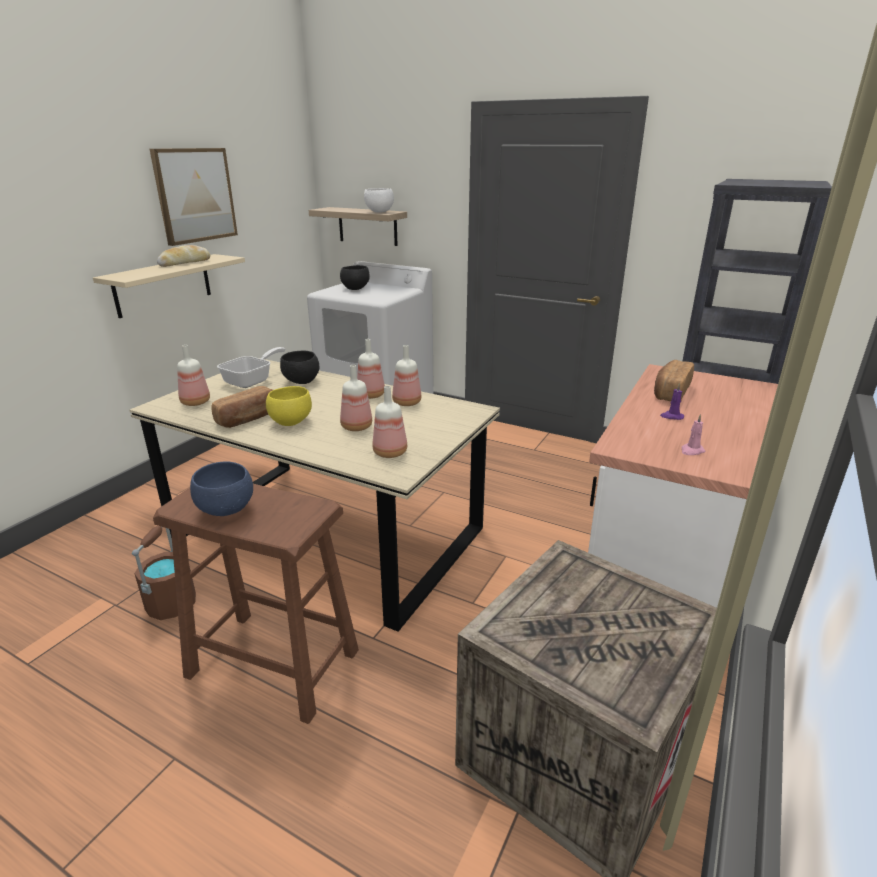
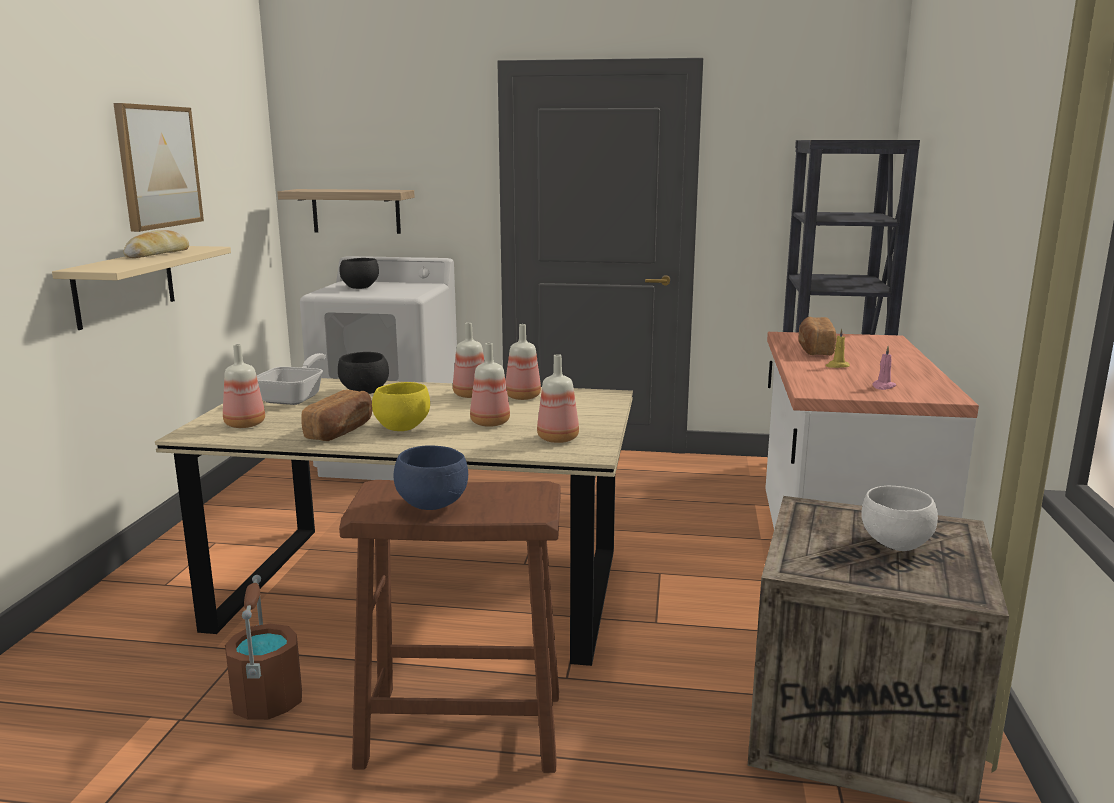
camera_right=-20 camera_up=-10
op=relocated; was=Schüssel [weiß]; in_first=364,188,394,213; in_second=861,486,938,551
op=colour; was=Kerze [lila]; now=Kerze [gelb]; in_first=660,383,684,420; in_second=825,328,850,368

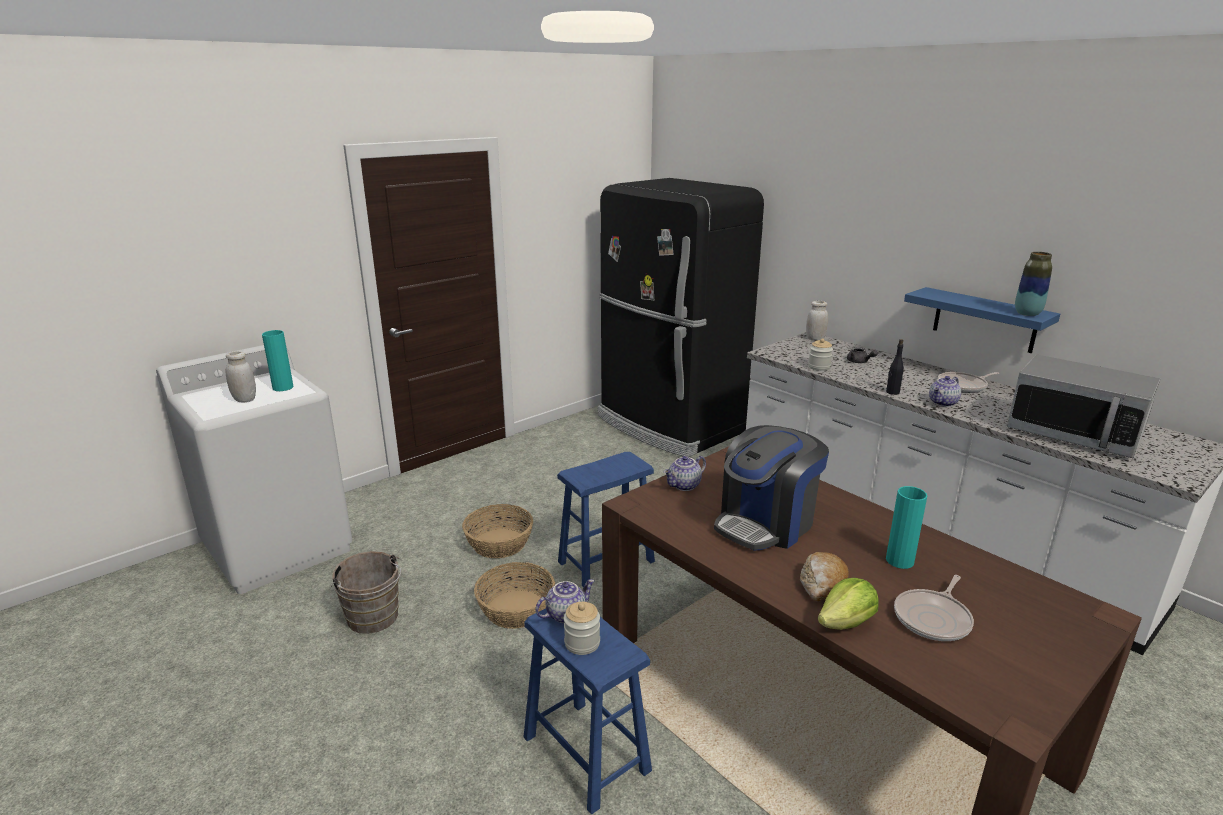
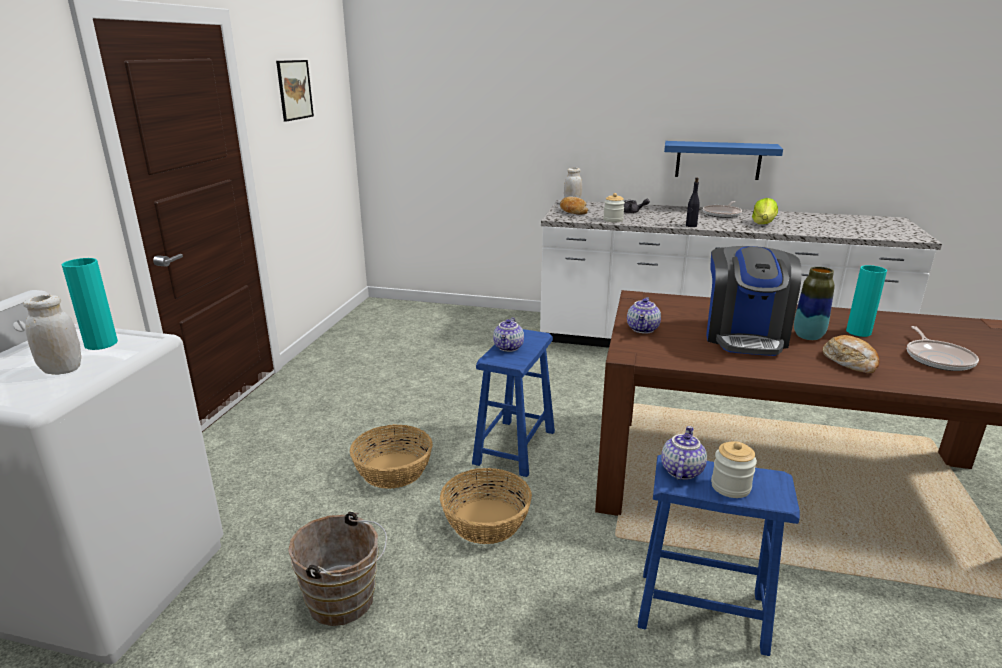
camera_right=-35 camera_up=0
op=missing; was=Kühlschrank [schwarz]; in_first=598,178,764,457
op=relocated; was=Salatkopf; in_first=818,578,879,630; in_second=752,198,778,224
op=relocated; was=Teekanne; in_first=929,376,961,407; in_second=493,317,524,352
op=missing; was=Mikrowelle; in_first=1007,354,1160,458
op=relocated; was=Vase; in_first=1015,252,1052,316; in_second=794,267,835,340
op=appeared; now=Bild; in_second=276,60,314,122
op=appeared; now=Brot; in_second=560,196,588,215

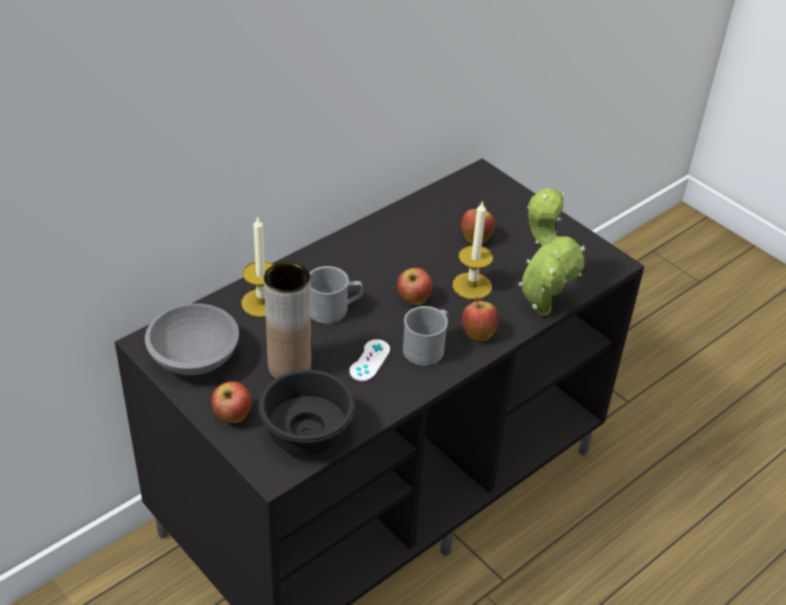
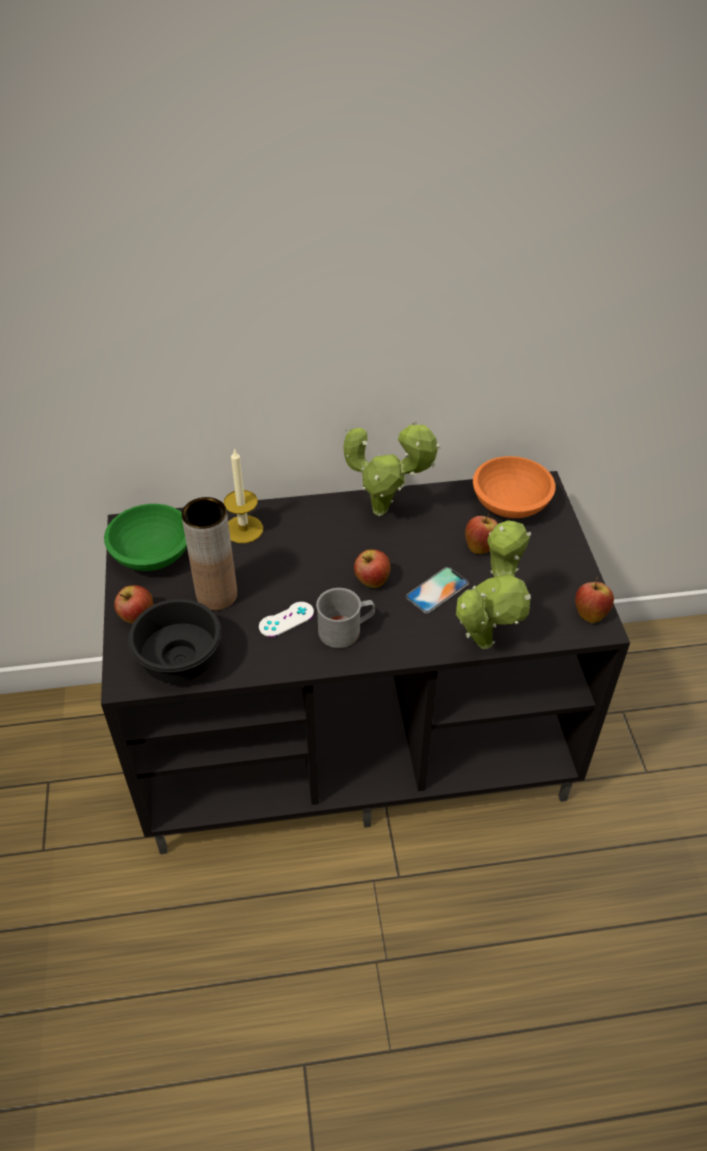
camera_right=35 camera_up=5
op=colour; was=Schüssel [grau]; now=Schüssel [grün]; in_first=145,303,239,375; in_second=104,504,187,571
op=missing; was=Henkelbecher [grau]; in_first=310,266,363,324
op=exchanged; was=Kerze; now=Handy; in_first=453,200,493,300; in_second=406,567,469,614
op=relocated; was=Apfel; in_first=462,297,499,341; in_second=575,577,614,623
op=appeared; now=Topfpflanze; in_second=343,421,441,516
op=appeared; now=Schüssel [orange]; in_second=473,456,555,518

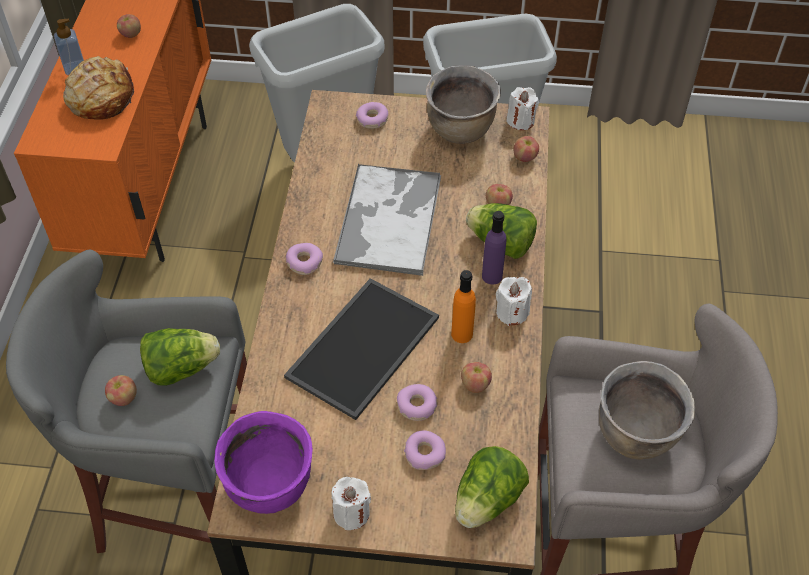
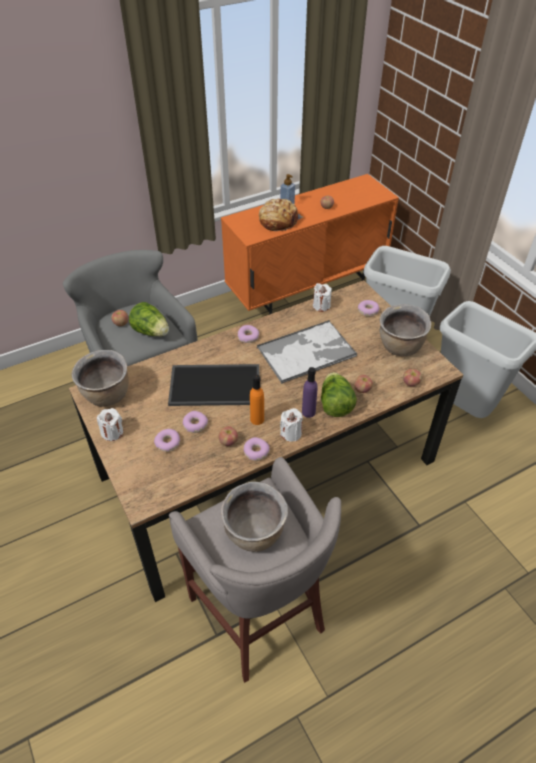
camera_right=55 camera_up=-5
op=colour; was=Kochtopf [lila]; now=Kochtopf [braun]; in_first=214,411,313,514; in_second=72,350,129,407
op=missing; was=Salatkopf; in_first=455,446,529,528
op=relocated; was=Kerze [weiß]; in_first=506,87,539,130; in_second=313,283,332,312
op=appeared; now=Donut; in_second=244,437,270,461

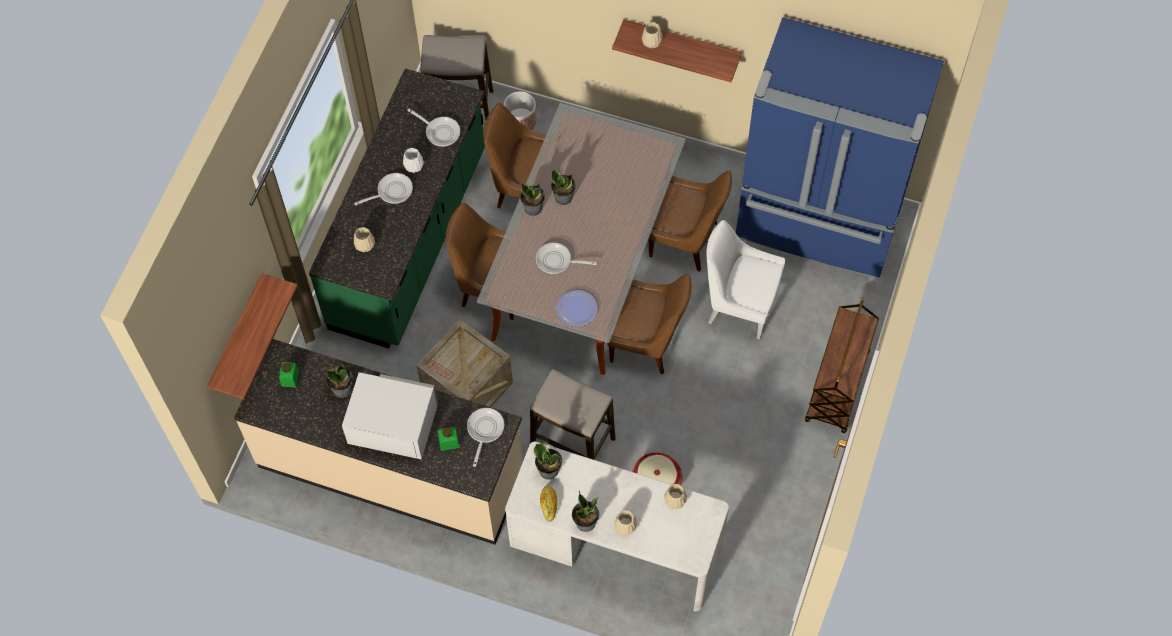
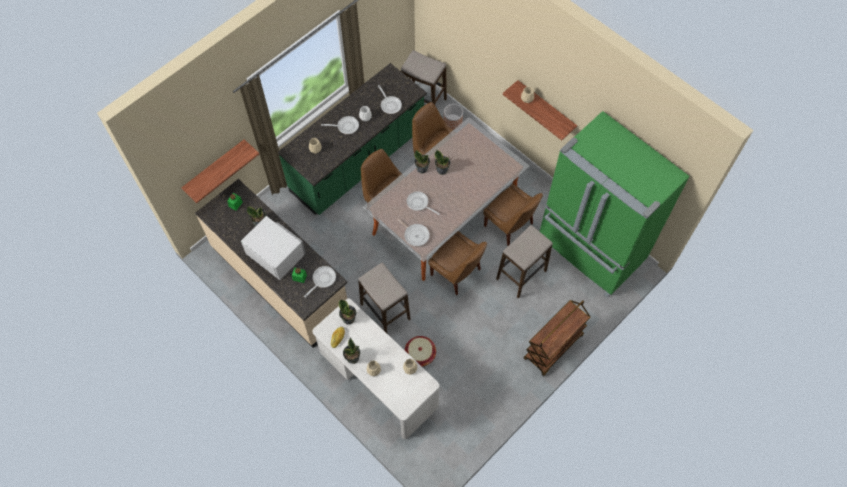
camera_right=25 camera_up=0
op=missing; was=Kiste; in_first=416,319,513,407
op=exchanged; was=Teller; now=Pfanne; in_first=556,290,598,327; in_second=397,219,430,246
op=exchanged; was=Stuhl [weiß]; now=Hocker; in_first=706,220,785,339; in_second=496,225,553,298
op=colour; was=Kühlschrank [blau]; now=Kühlschrank [grün]; in_first=736,17,944,284; in_second=540,111,690,298

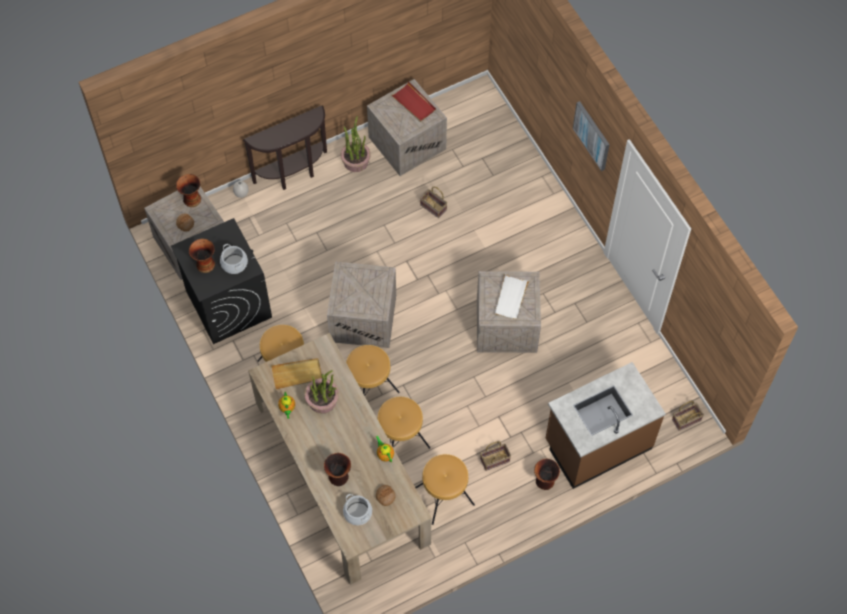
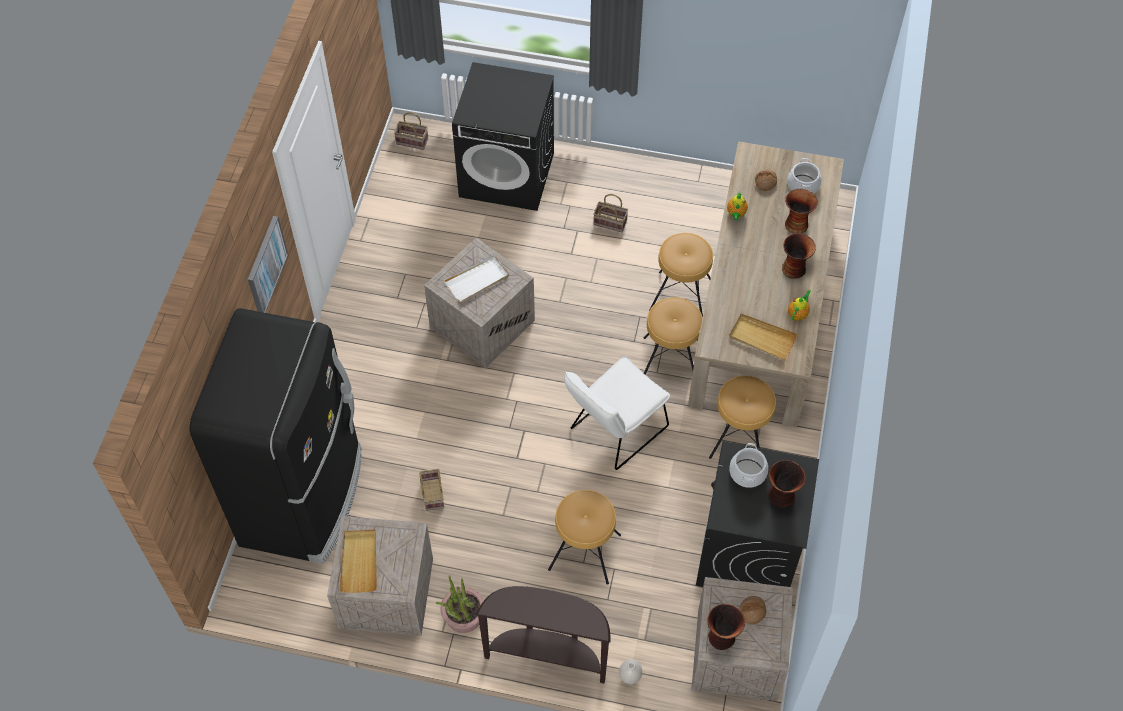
camera_right=-140 camera_up=-5
op=missing; was=Topfpflanze; in_first=304,370,339,413
op=exchanged; was=Kiste; now=Stuhl [weiß]; in_first=327,262,396,348; in_second=564,357,670,470
op=colour; was=Tablett [rot]; now=Tablett [beige]; in_first=391,81,436,122; in_second=339,530,377,593
op=relocated; was=Hocker [braun]; in_first=415,454,475,525; in_second=548,490,621,585
op=relocated; was=Vase; in_first=534,459,560,490; in_second=782,233,816,279
op=exchanged; was=Küchenzeile [braun]; now=Waschmaschine [schwarz]; in_first=546,362,666,489; in_second=452,62,554,211
op=appeared; now=Kühlschrank [schwarz]; in_second=190,308,362,564

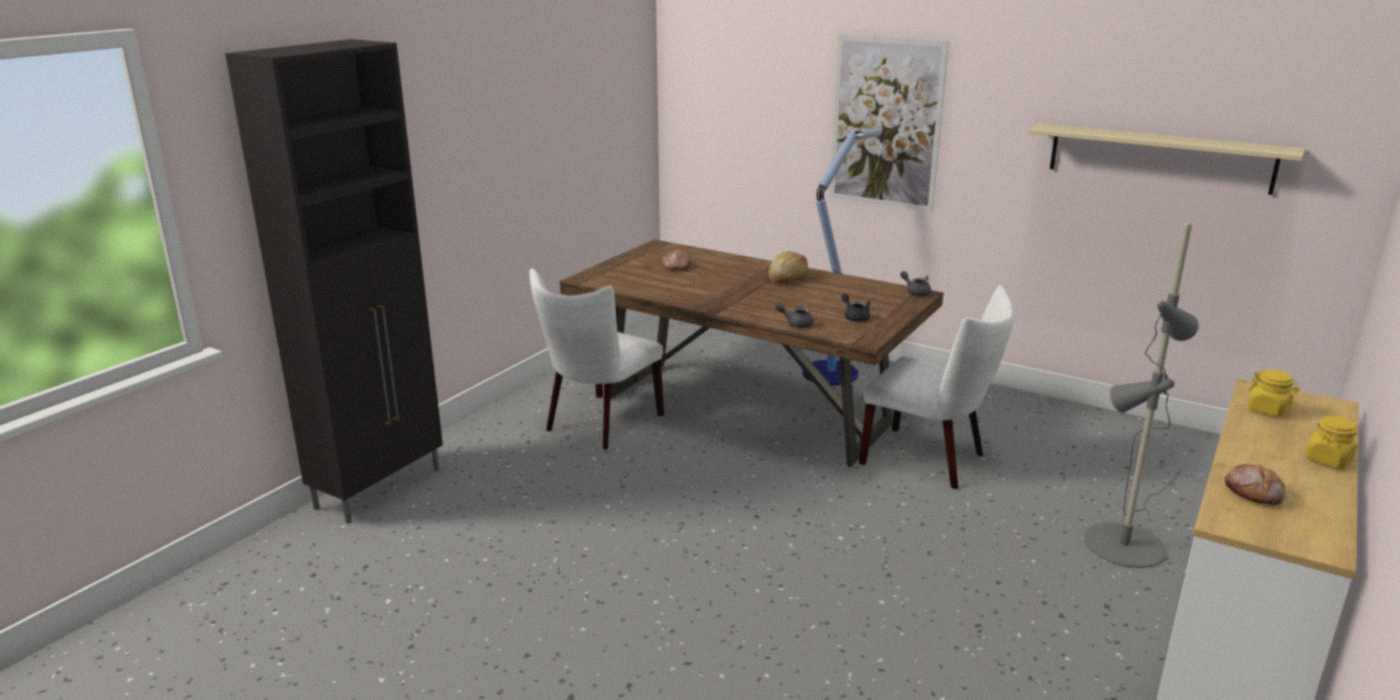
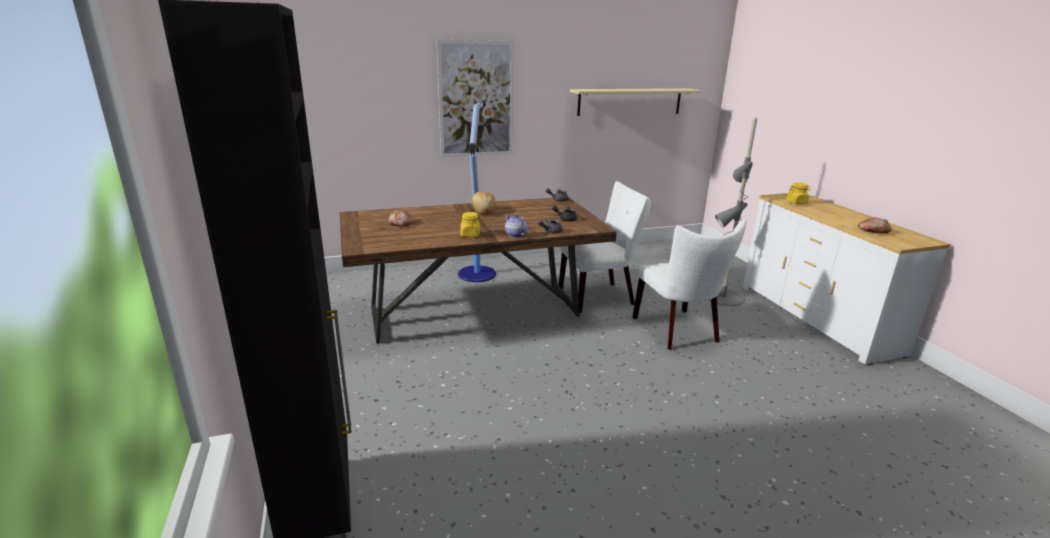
camera_right=-50 camera_up=0
op=relocated; was=Stuhl [weiß]; in_first=529,268,664,450; in_second=633,220,747,350
op=relocated; was=Vorratsglas [gelb]; in_first=1305,416,1357,469; in_second=460,212,480,237
op=appeared; now=Teekanne; in_second=505,214,528,238

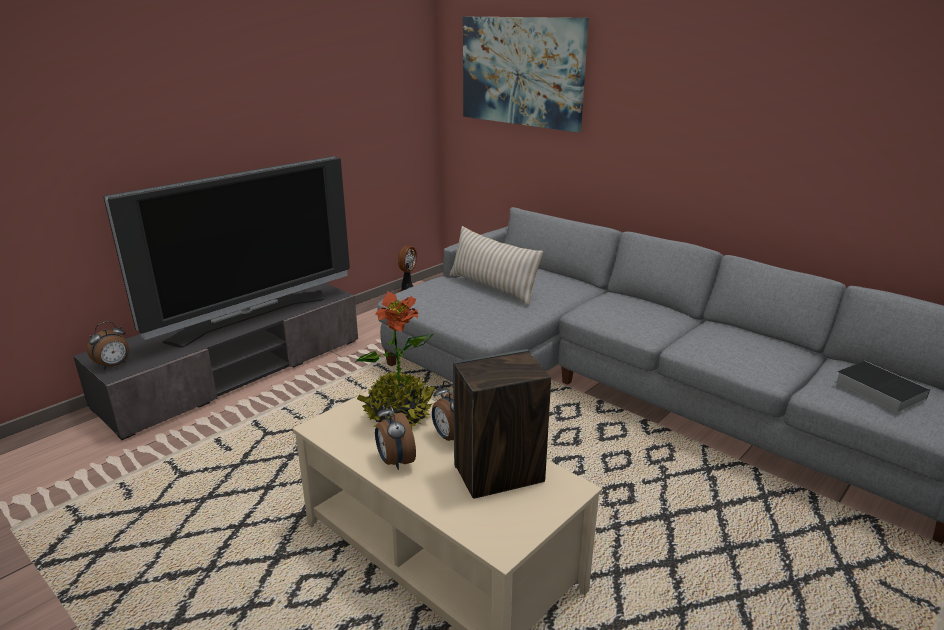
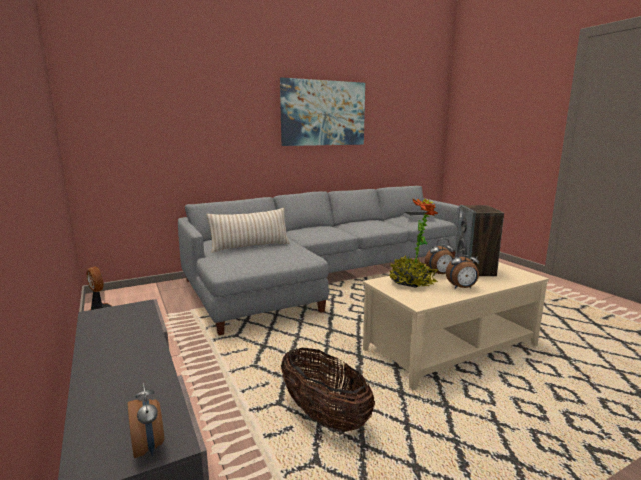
camera_right=-70 camera_up=-10
op=missing; was=Fernseher; in_first=104,156,350,347
op=relocated; was=Bild; in_first=463,17,589,132; in_second=280,77,365,146
op=appeared; now=Korb; in_second=281,348,375,432

